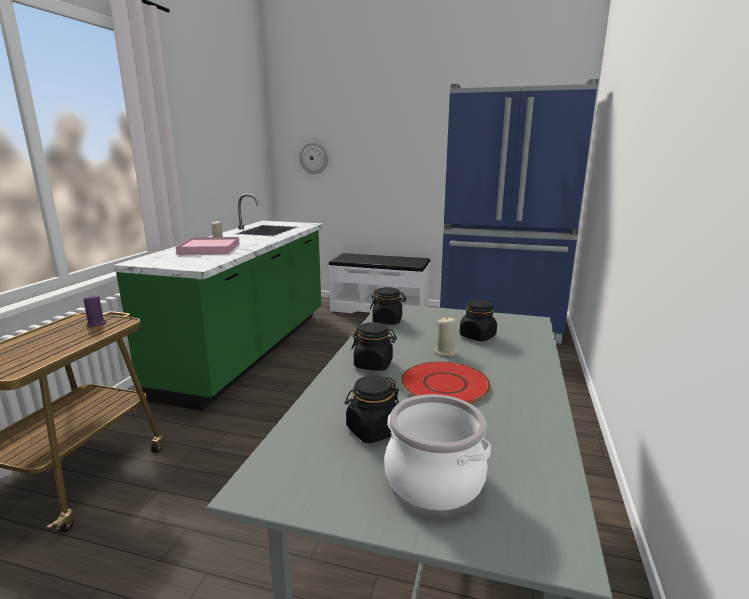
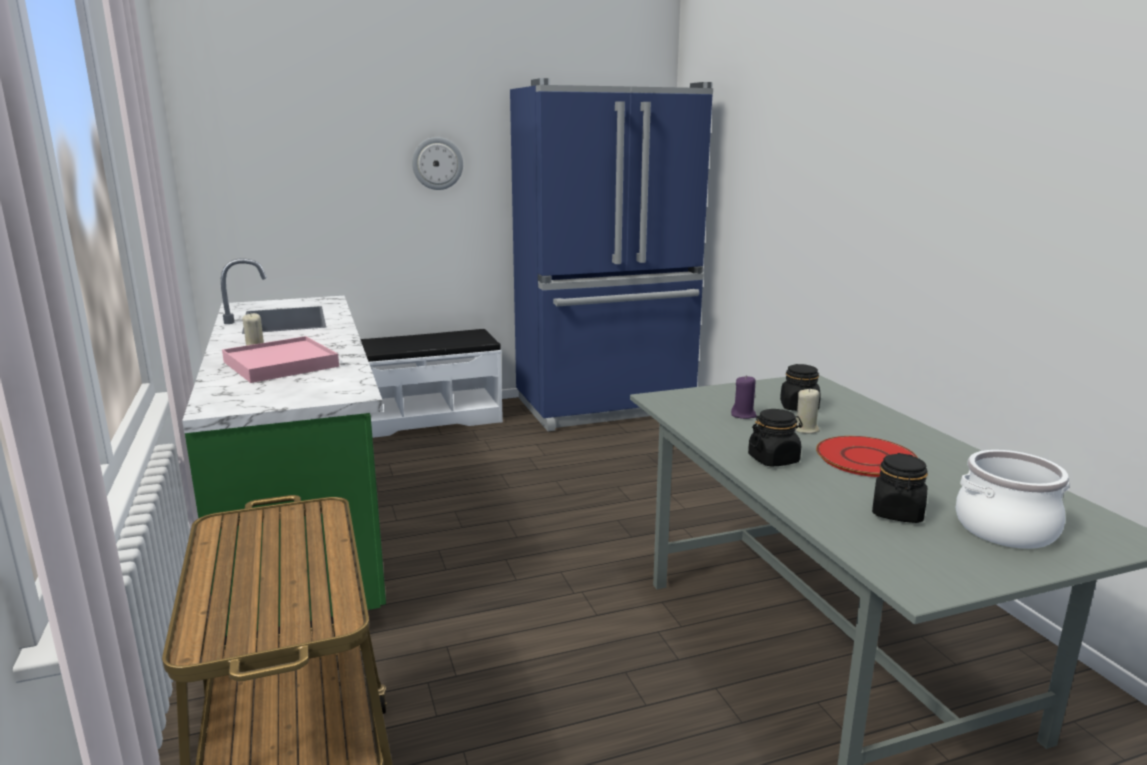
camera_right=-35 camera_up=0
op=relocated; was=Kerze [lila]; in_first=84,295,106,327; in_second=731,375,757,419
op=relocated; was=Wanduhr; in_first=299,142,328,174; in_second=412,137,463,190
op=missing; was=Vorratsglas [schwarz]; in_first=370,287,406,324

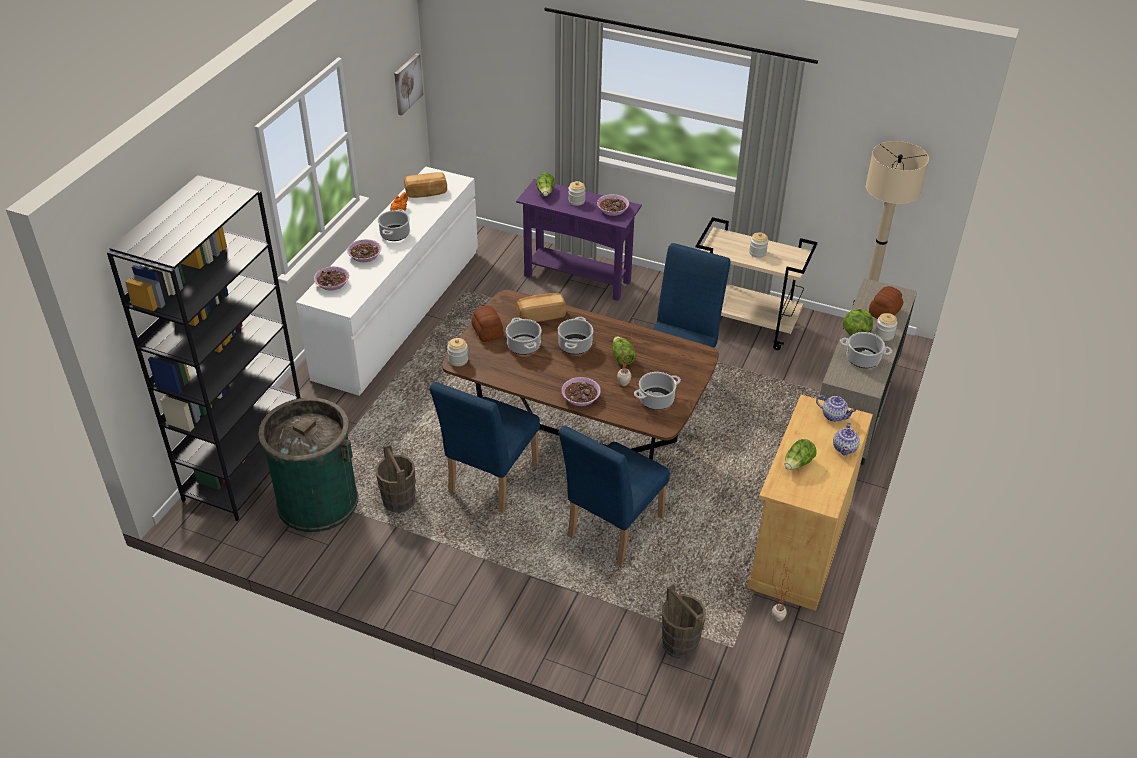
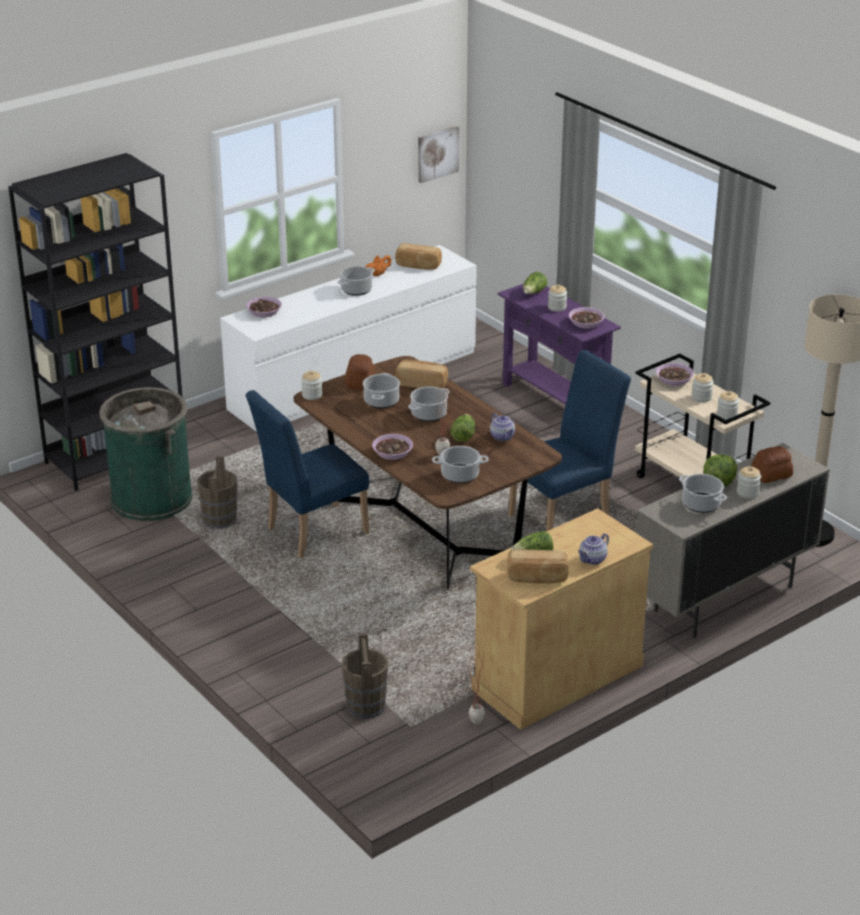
camera_right=30 camera_up=-10
op=relocated; was=Schüssel; in_first=347,239,381,262; in_second=656,363,694,386
op=missing; was=Stuhl [blau]; in_first=558,425,670,566
op=relocated; was=Teekanne; in_first=816,395,856,422; in_second=490,413,515,441
op=appeared; now=Brot; in_second=508,549,568,583
op=appeared; now=Vorratsglas; in_second=717,391,739,420

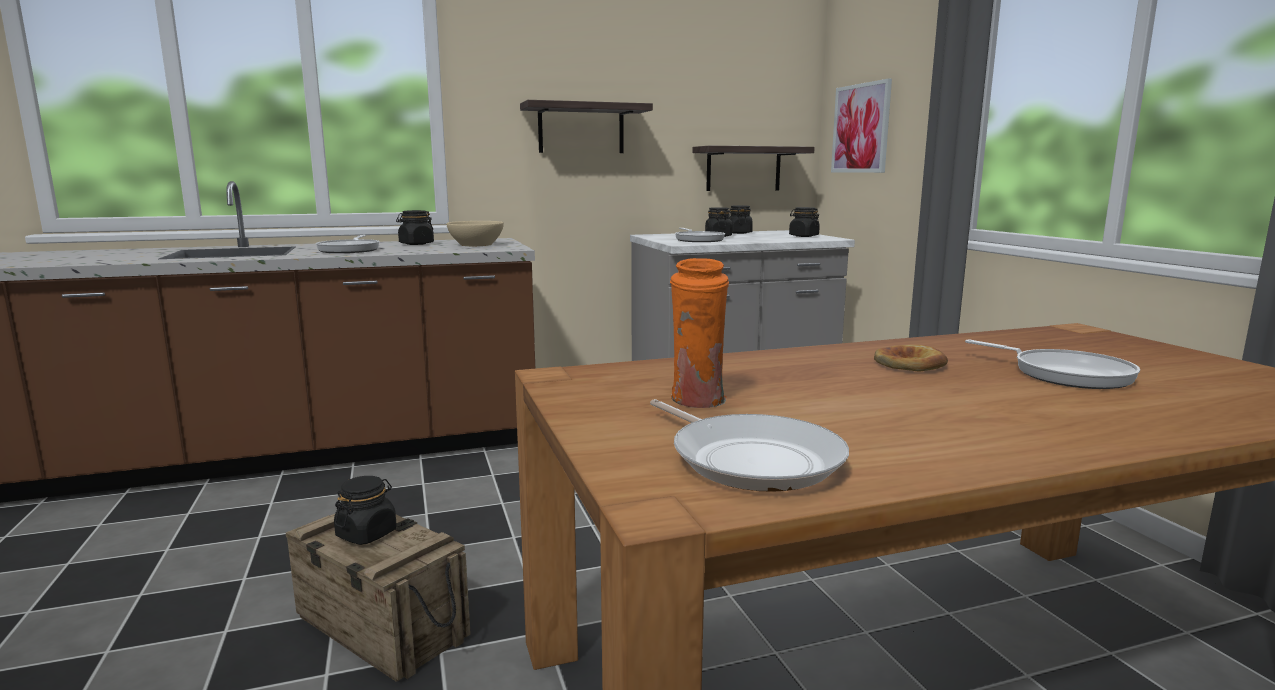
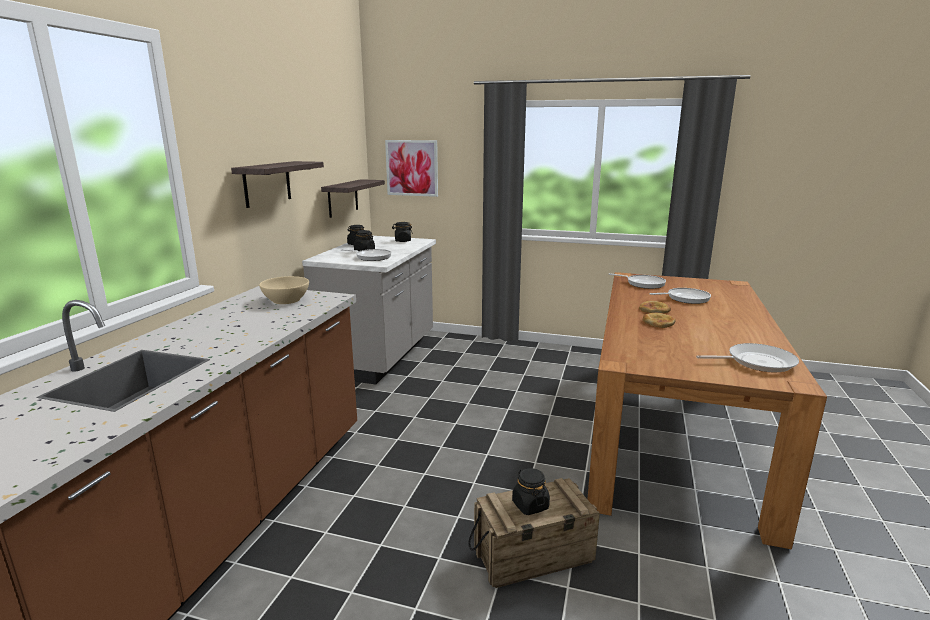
camera_right=-55 camera_up=5
op=relocated; was=Pfanne; in_first=316,235,380,253; in_second=609,273,666,289
op=missing; was=Vorratsglas [schwarz]; in_first=396,210,434,245
op=missing; was=Vase [orange]; in_first=670,258,729,408
op=appeared; now=Brot; in_second=642,313,676,328

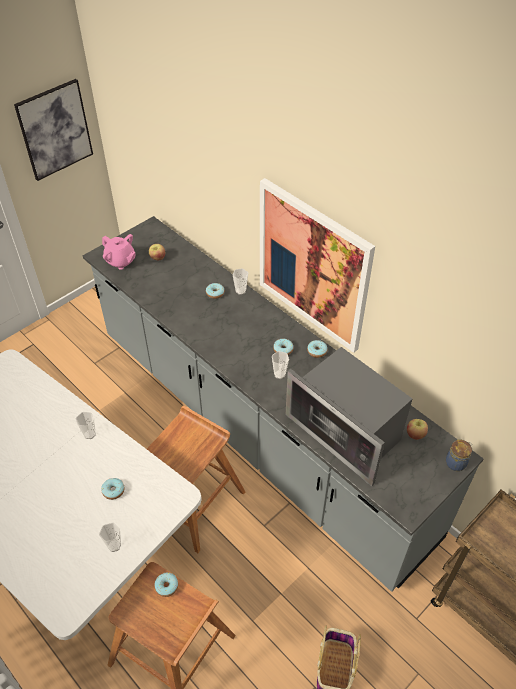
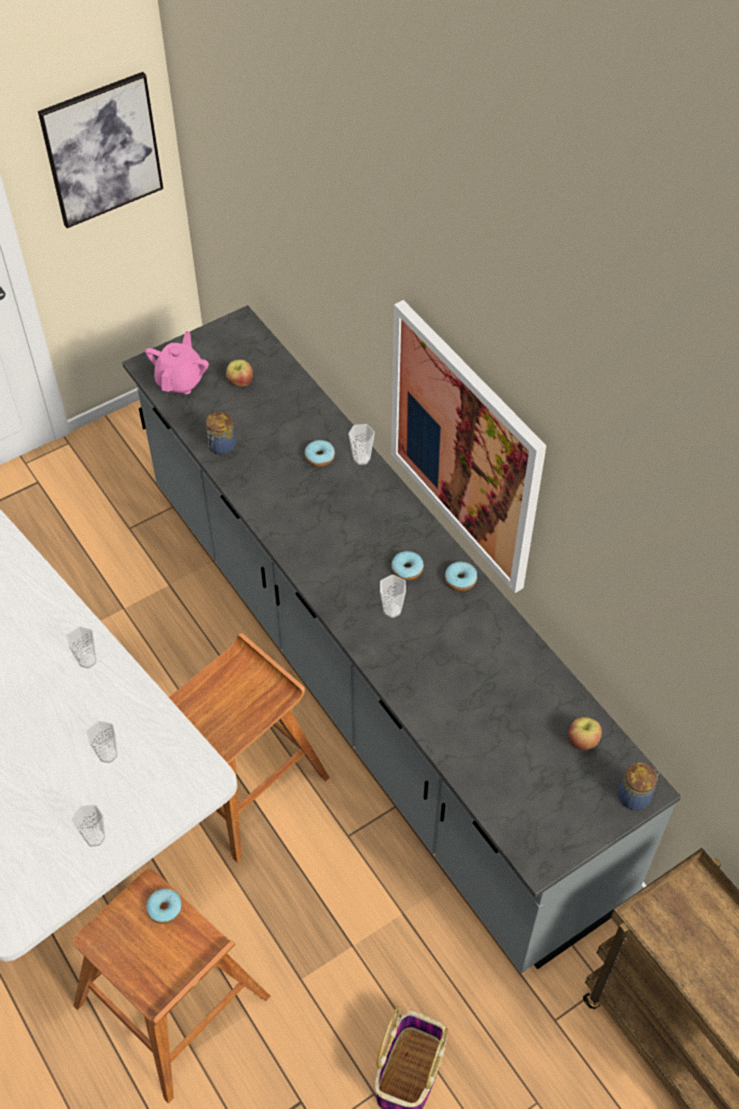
camera_right=10 camera_up=5
op=exchanged; was=Donut; now=Tasse; in_first=101,478,124,500; in_second=87,721,118,763
op=spun; was=Teekanne [rosa]; in_first=102,234,136,270; in_second=145,331,209,394; clockwise=-120
op=missing; was=Mikrowelle; in_first=286,347,412,486
op=appeared; now=Vorratsglas; in_second=206,411,236,455

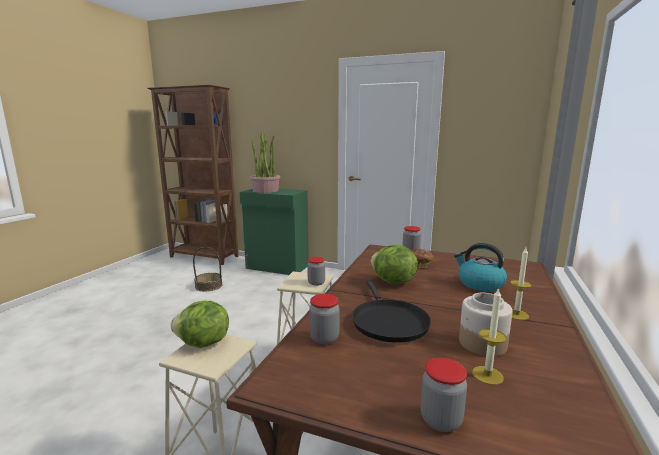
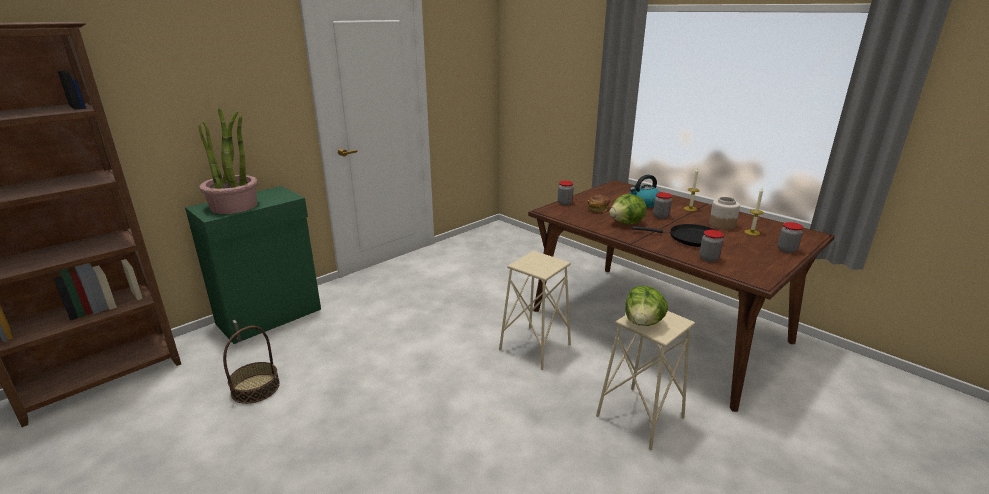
camera_right=-65 camera_up=10
op=relocated; was=Vorratsglas; in_first=307,257,325,286; in_second=653,192,672,219

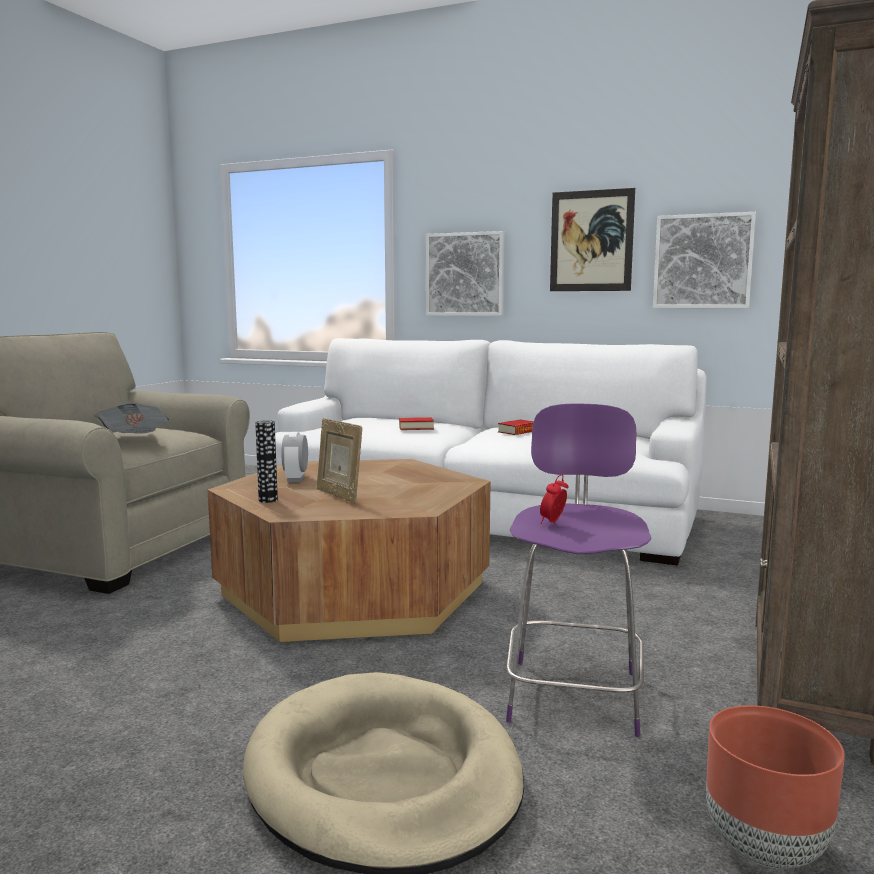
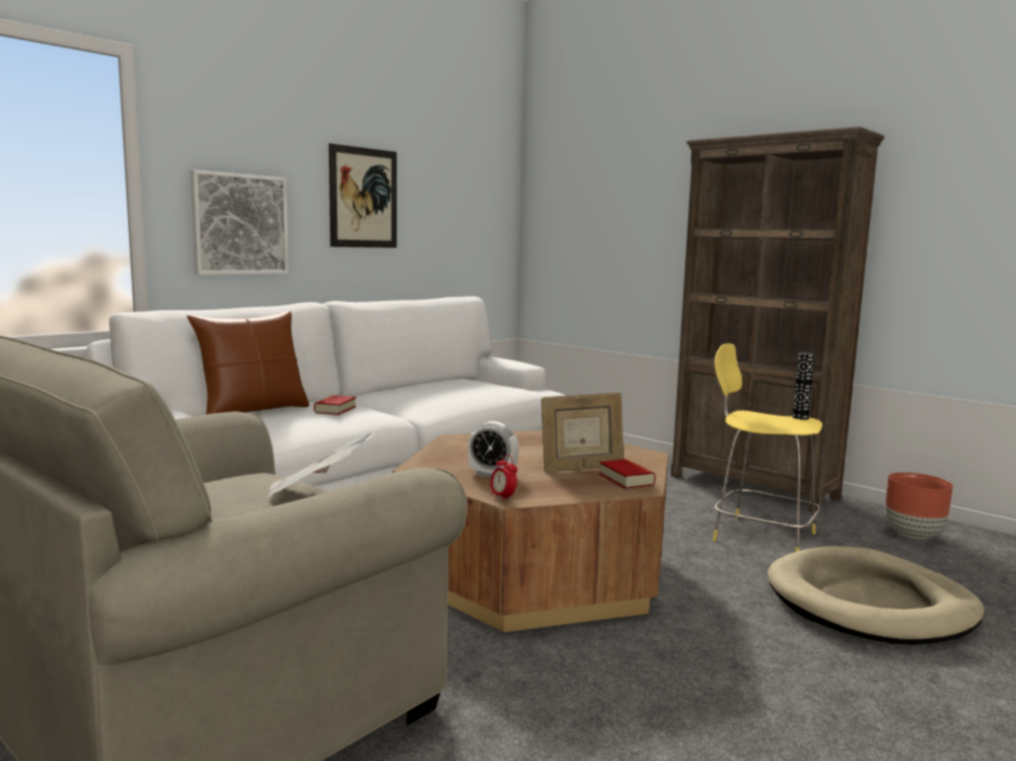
camera_right=-70 camera_up=0
op=relocated; was=Vase; in_first=255,420,278,503; in_second=793,352,815,420
op=relocated; was=Buch; in_first=498,420,534,435; in_second=599,459,656,489
op=colour; was=Hocker [lila]; now=Hocker [gelb]; in_first=506,403,651,737; in_second=713,343,822,552
op=relocated; was=Wecker; in_first=540,474,569,524; in_second=490,454,518,502
op=missing; was=Bild; in_first=653,212,756,308
op=appeared; now=Kissen [braun]; in_second=187,311,309,415

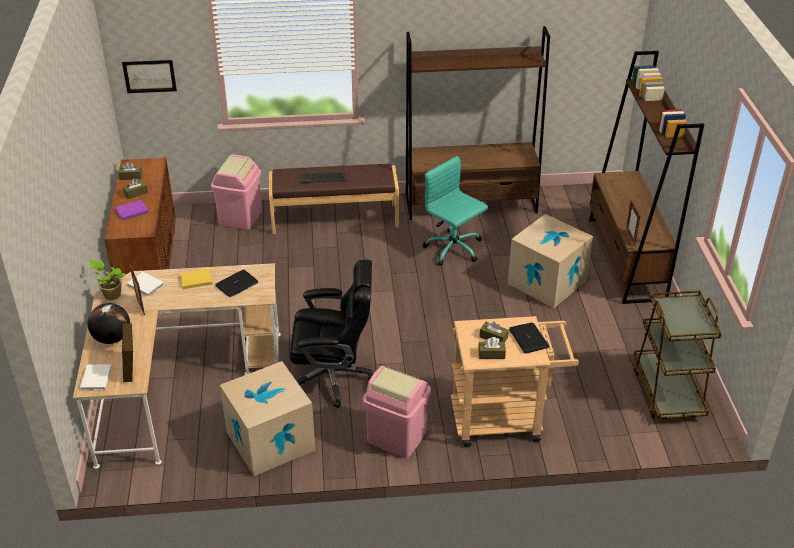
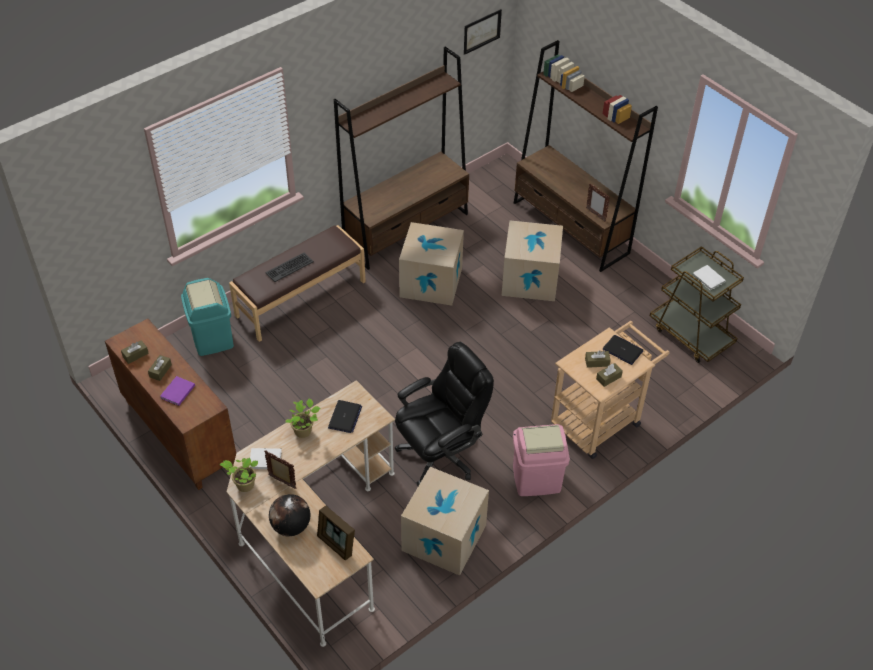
camera_right=-35 camera_up=10
op=relocated; was=Buch [weiß]; in_first=80,364,112,390; in_second=693,265,726,291
op=relocated; was=Bild; in_first=122,60,177,93; in_second=464,9,502,55
op=exchanged; was=Buch [gelb]; now=Topfpflanze; in_first=180,268,212,289; in_second=285,398,320,438
op=colour; was=Mülleimer [rosa]; now=Mülleimer [türkis]; in_first=211,154,262,230; in_second=181,278,234,356
op=exchanged; was=Bürostuhl [türkis]; now=Karton; in_first=423,156,488,266; in_second=399,222,464,306

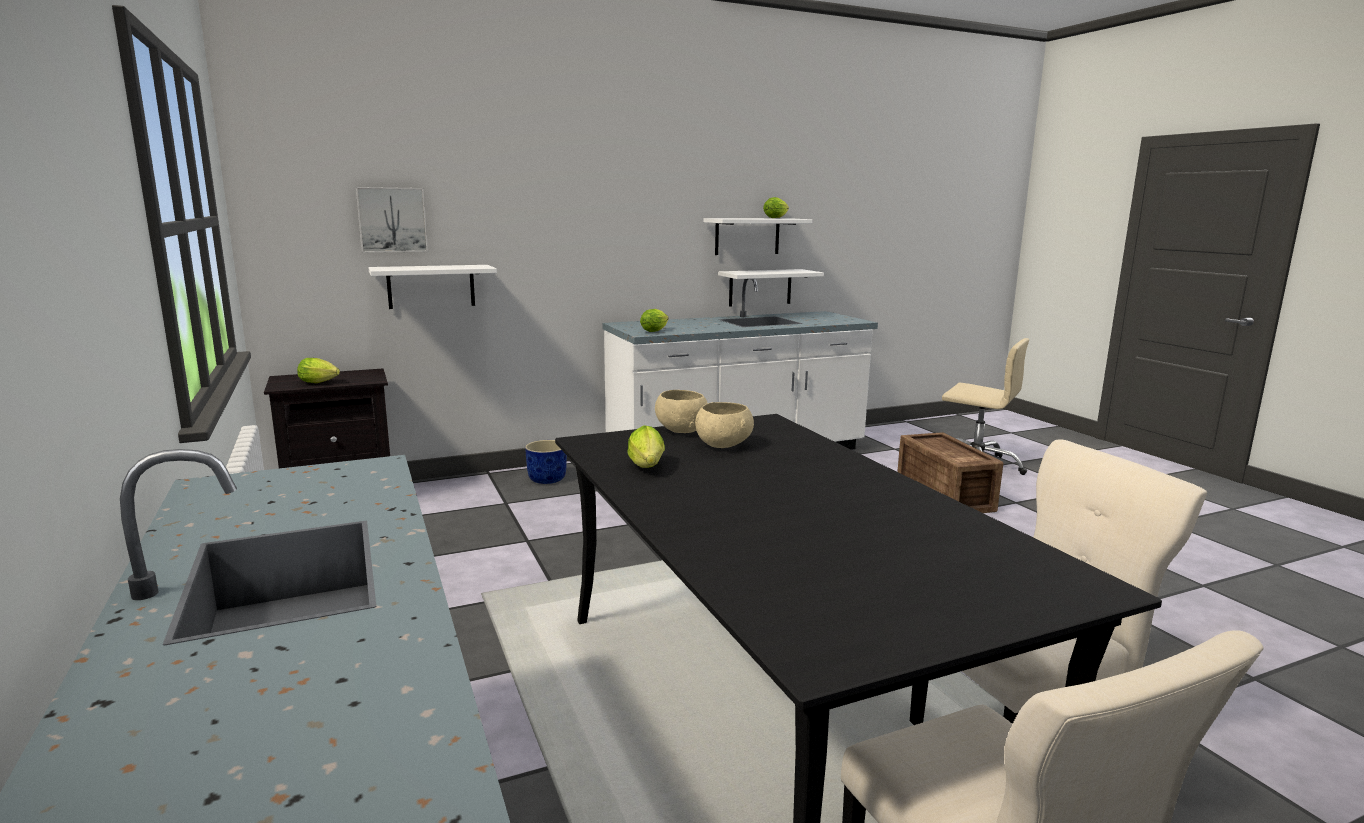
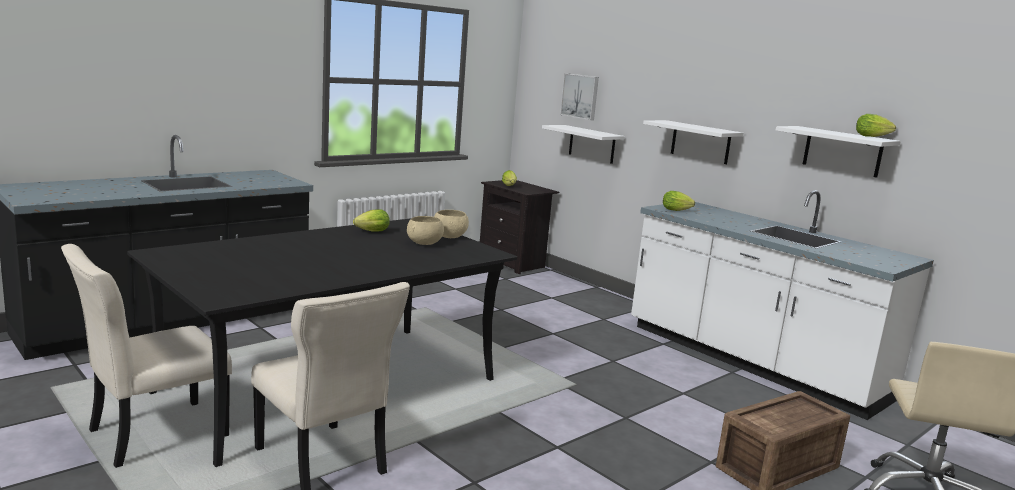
camera_right=70 camera_up=0
op=missing; was=Pflanzkübel [blau]; in_first=525,440,567,484
op=relocated; was=Wandregal [weiß]; in_first=718,269,824,306; in_second=643,120,743,164

